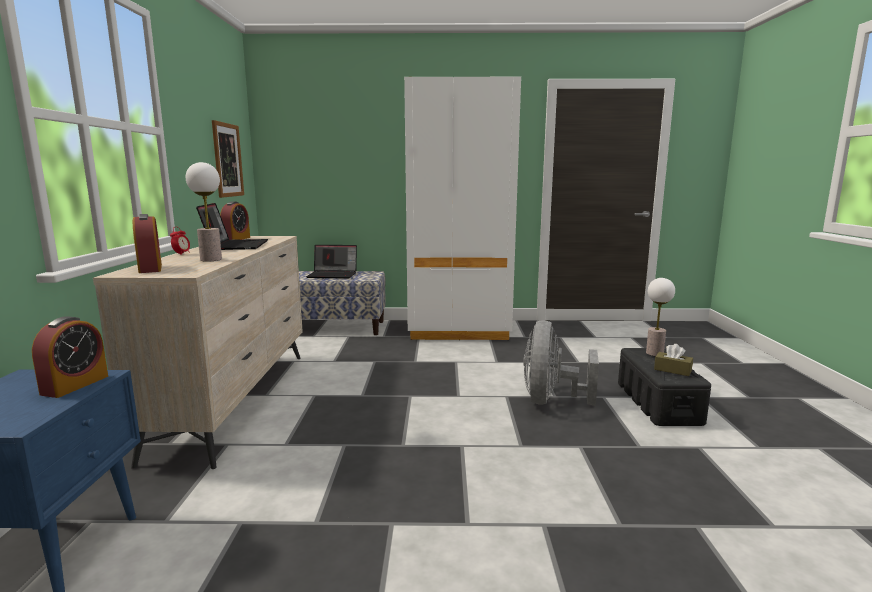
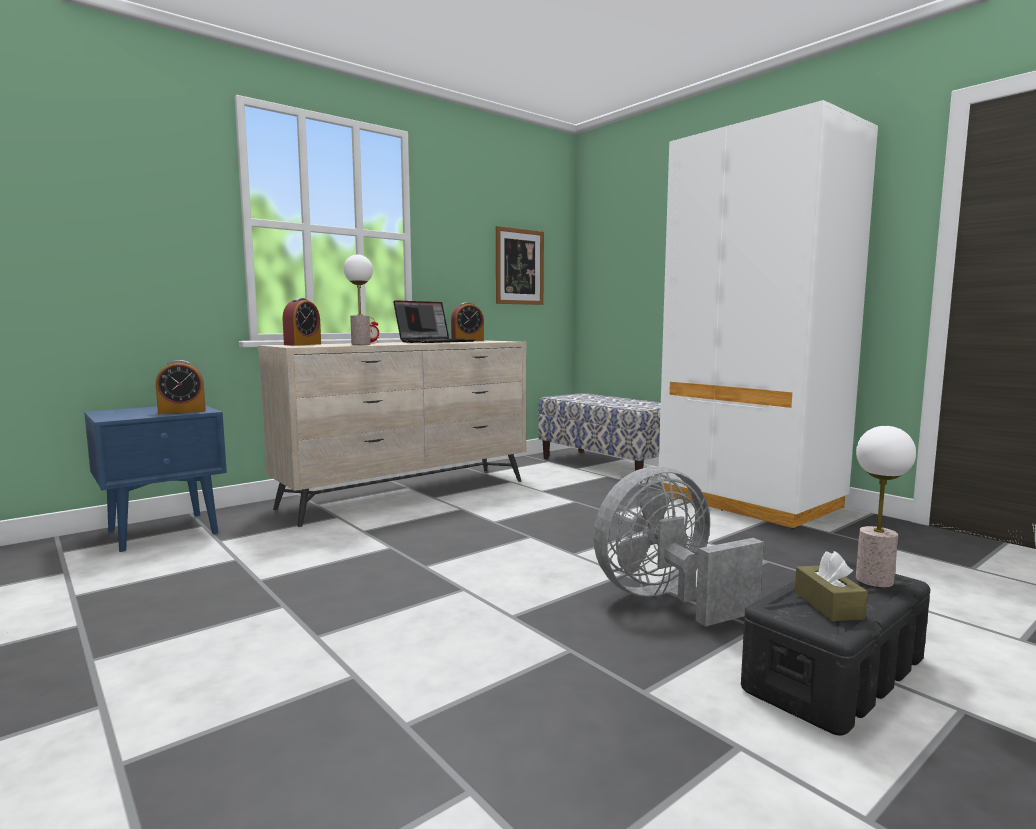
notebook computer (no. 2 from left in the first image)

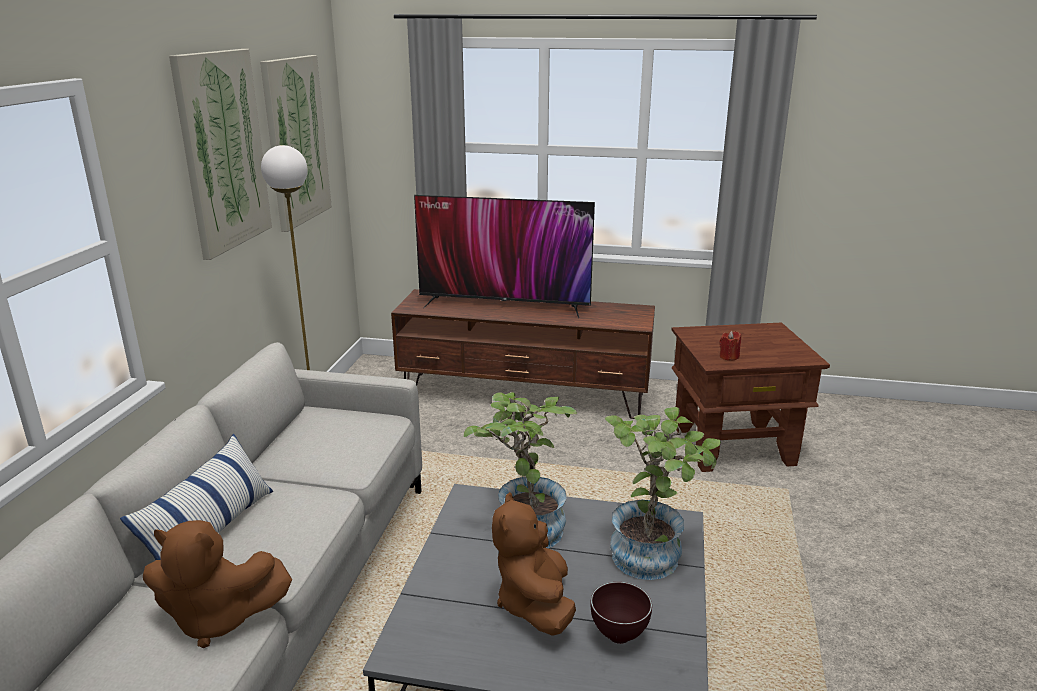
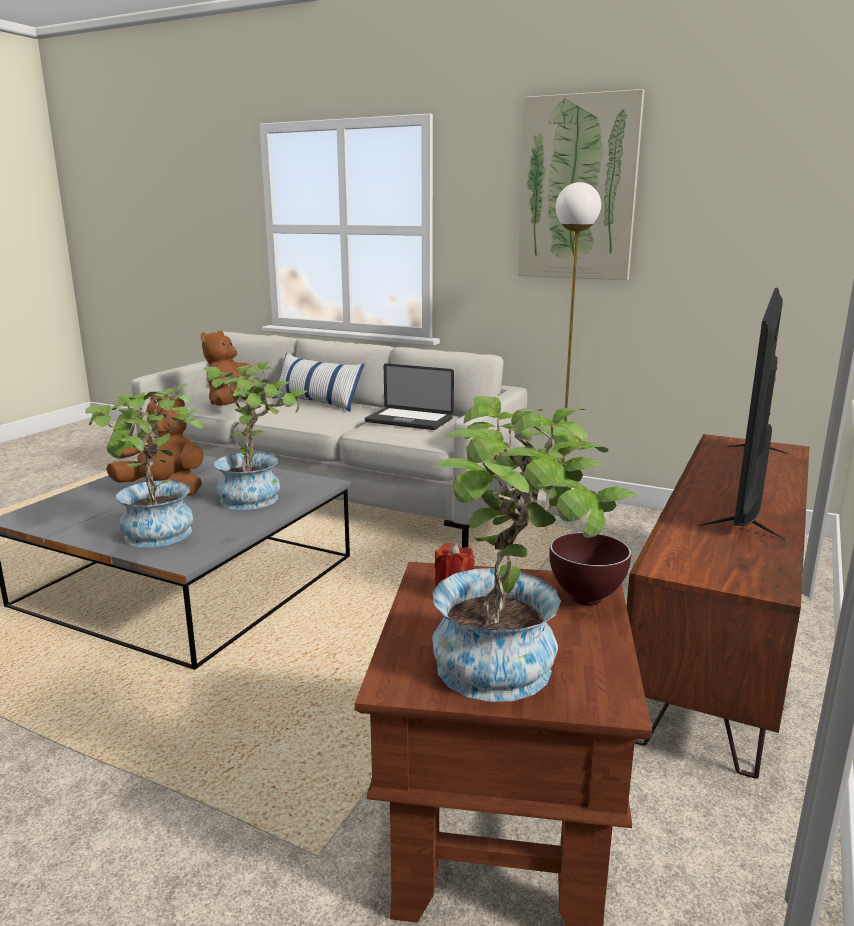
wall art (no. 2 from left in the first image)
brown bowl
notebook computer
plant in a pot (no. 3 from left)

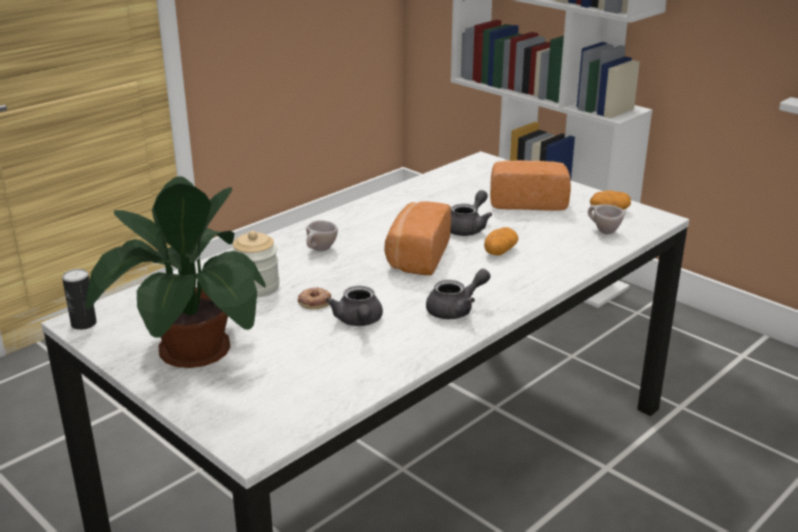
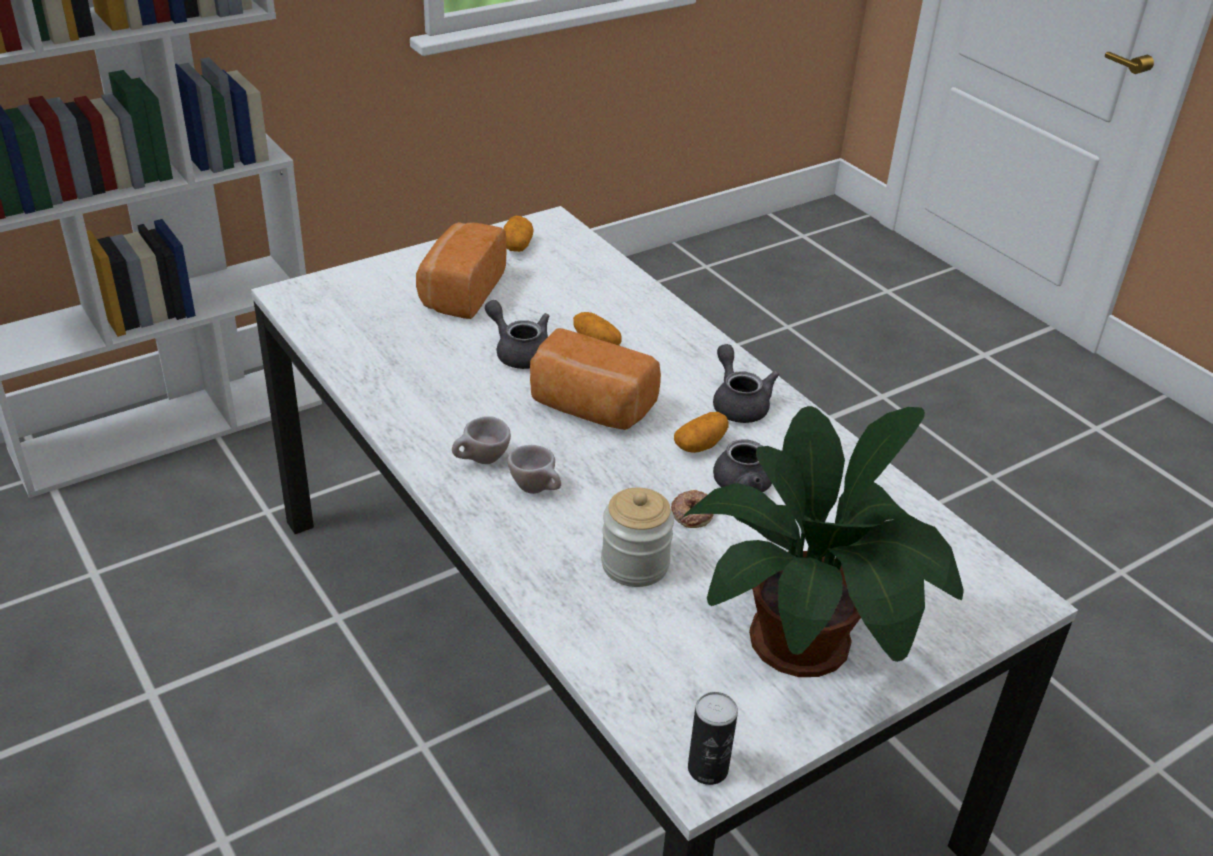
beige-coloured drinking cup (no. 1 from left)
whole potato (no. 3 from left)

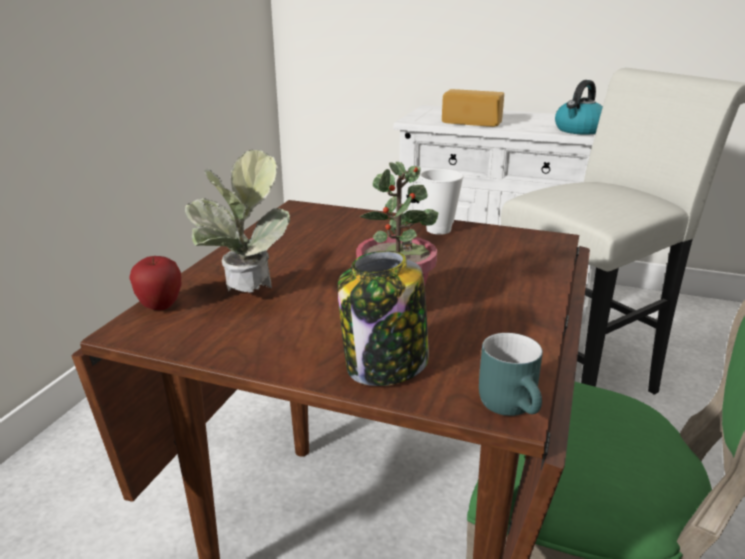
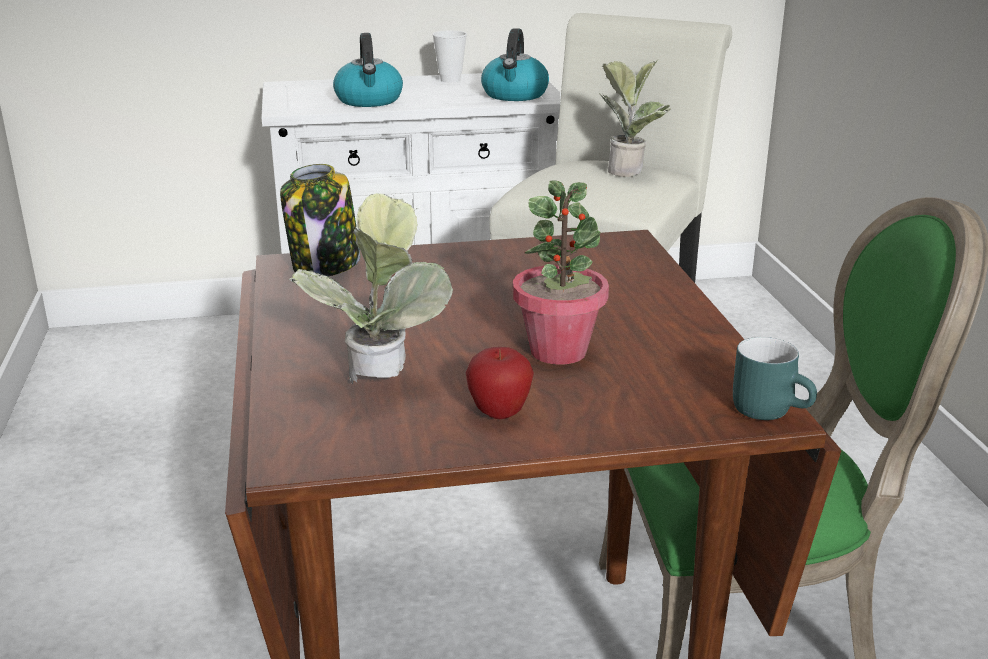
kettle (no. 1 from left)
drinking cup
jar
apple fruit
plant in a pot (no. 3 from left)

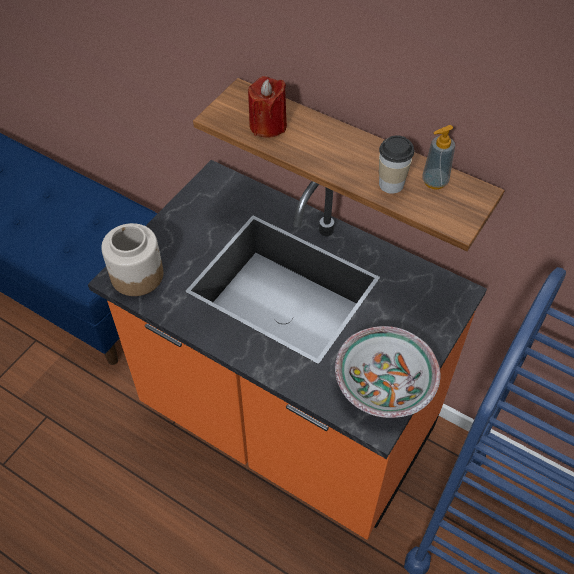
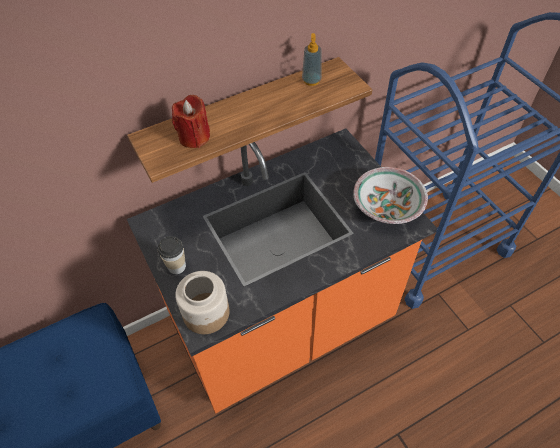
drinking cup

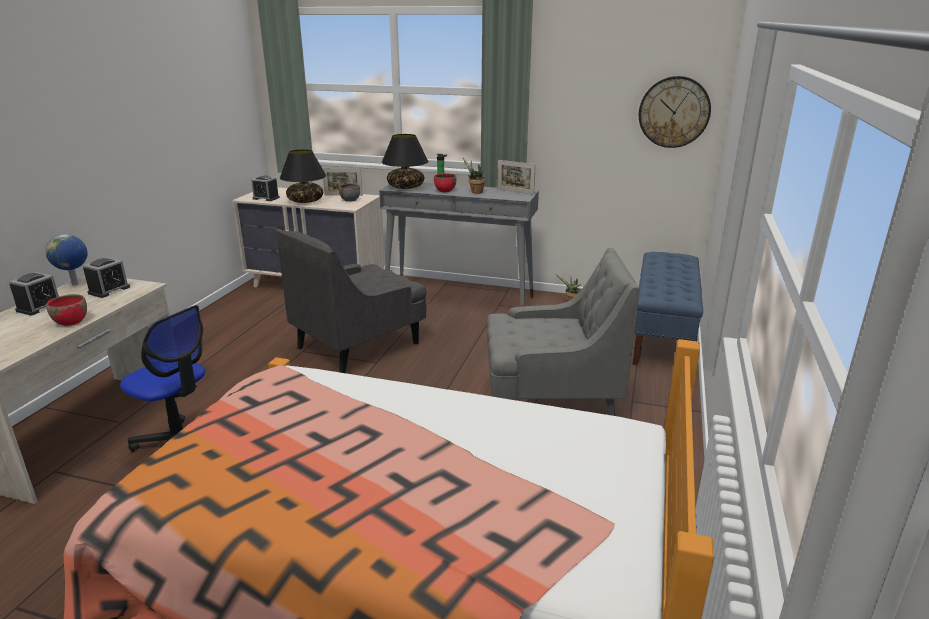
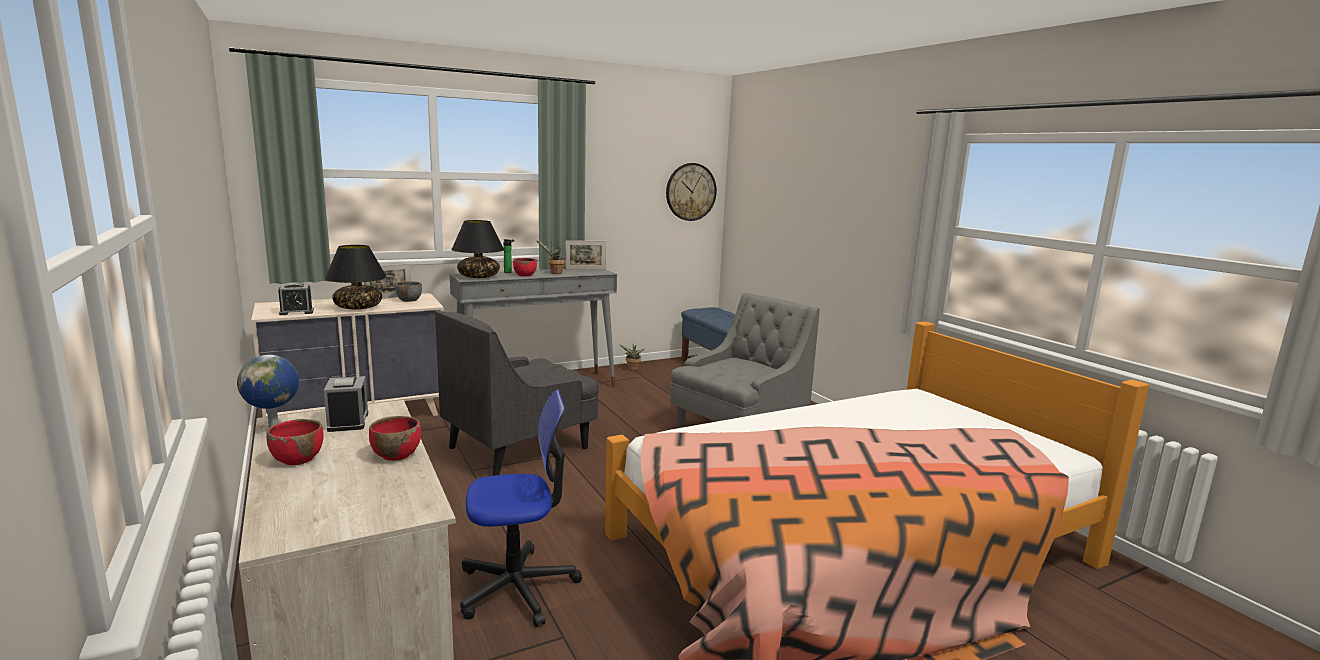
grey armchair (no. 1 from left)
red-coloured bowl (no. 1 from left)

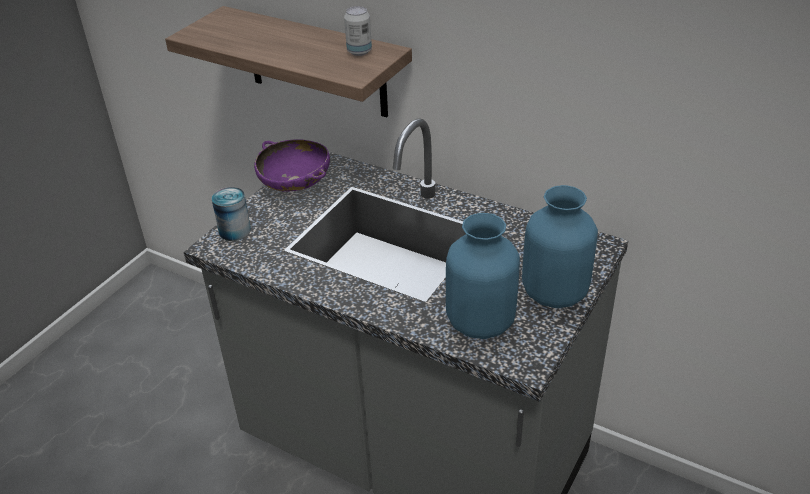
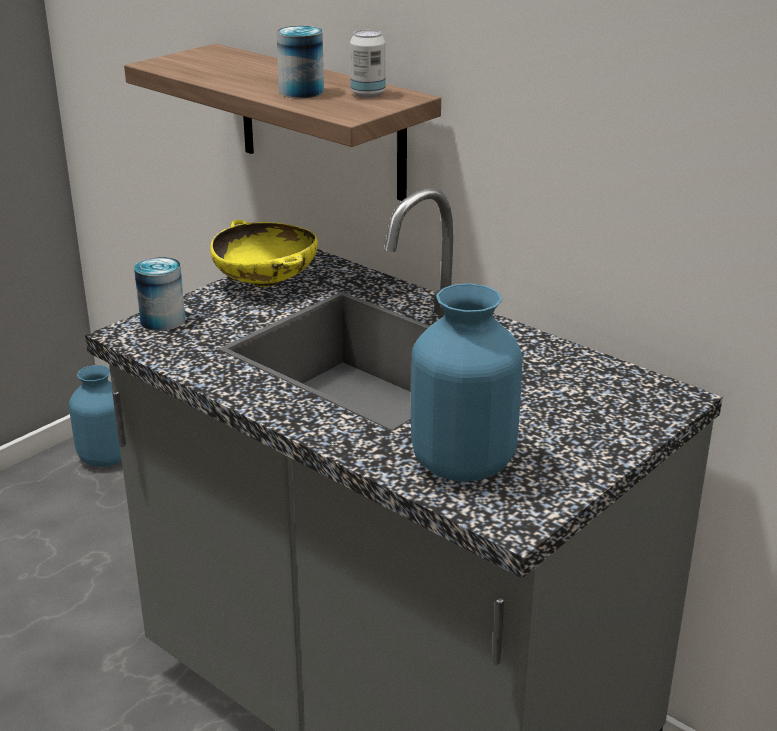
yellowish bowl
bluish vase (no. 1 from left)
sealed can (no. 2 from left)

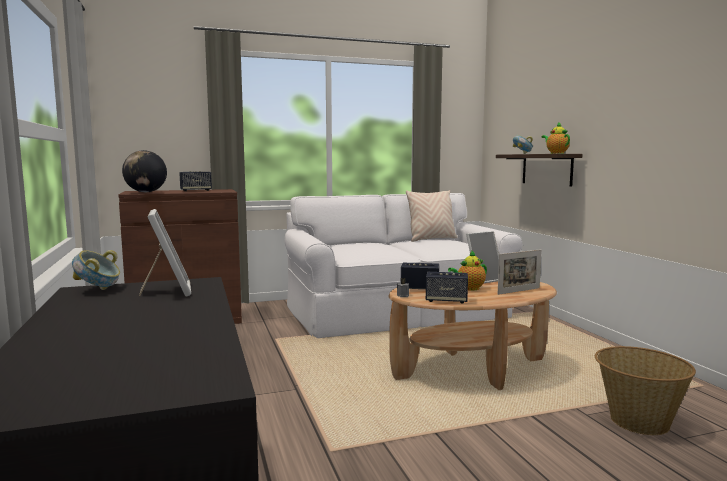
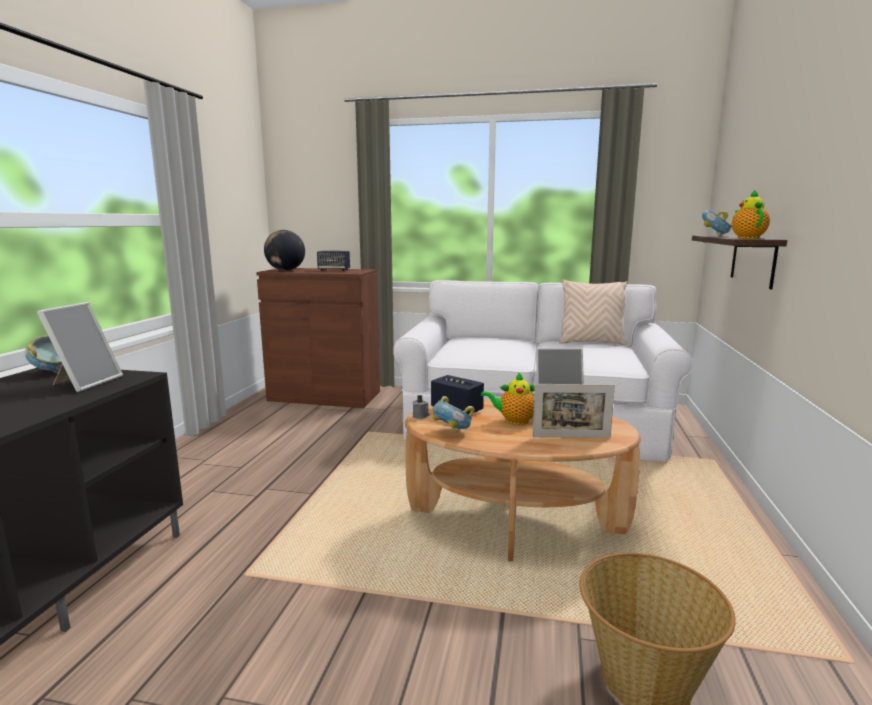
bowl (no. 2 from left)

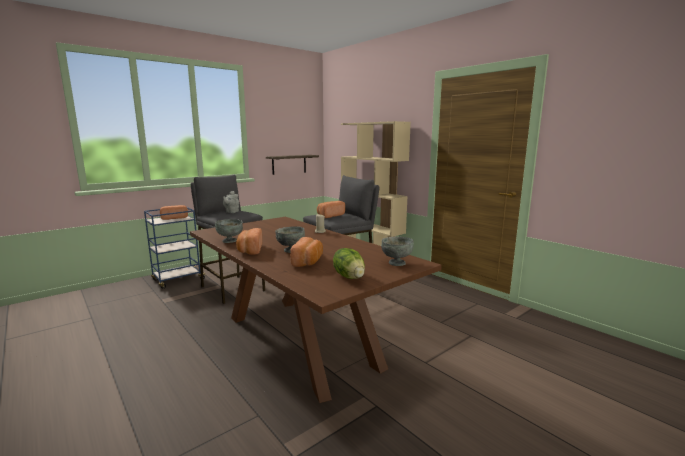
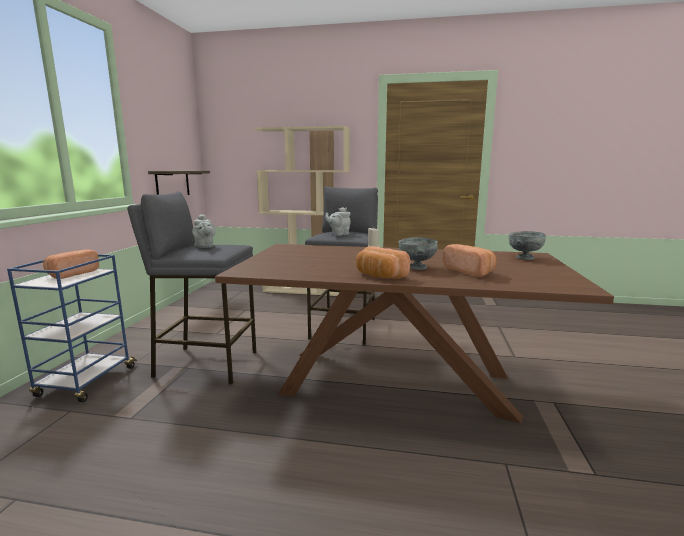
grey pot for tea (no. 2 from left)
grey bowl (no. 1 from left in the first image)
lettuce

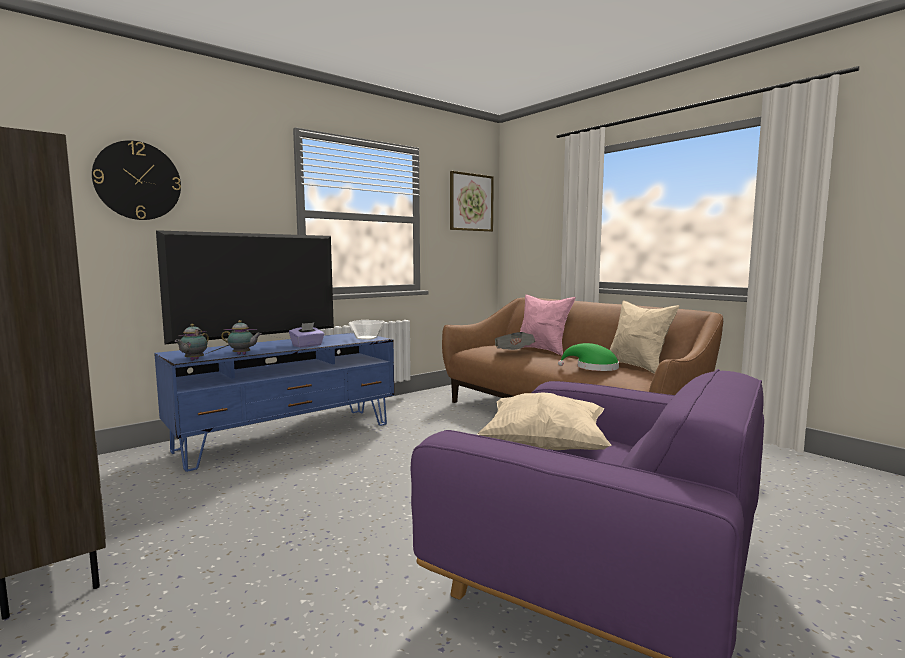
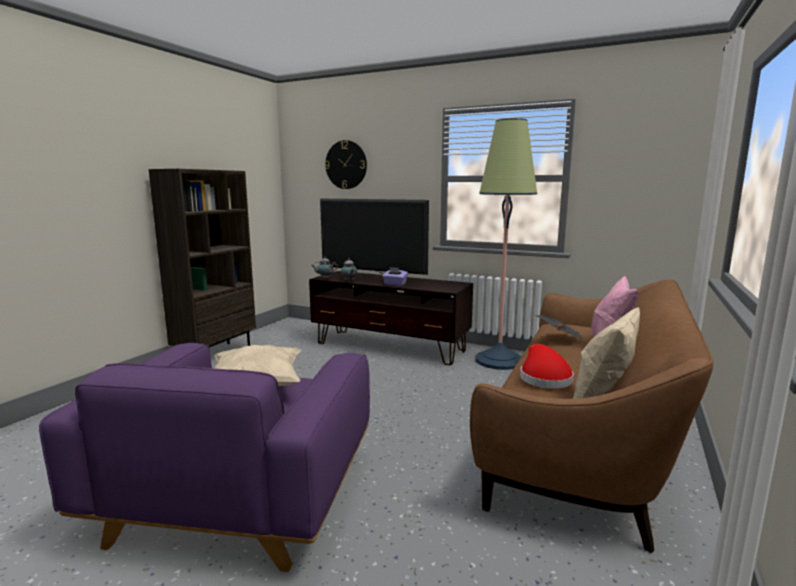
wall art
bowl
brown tv stand
red-coloured hat
floor lamp

